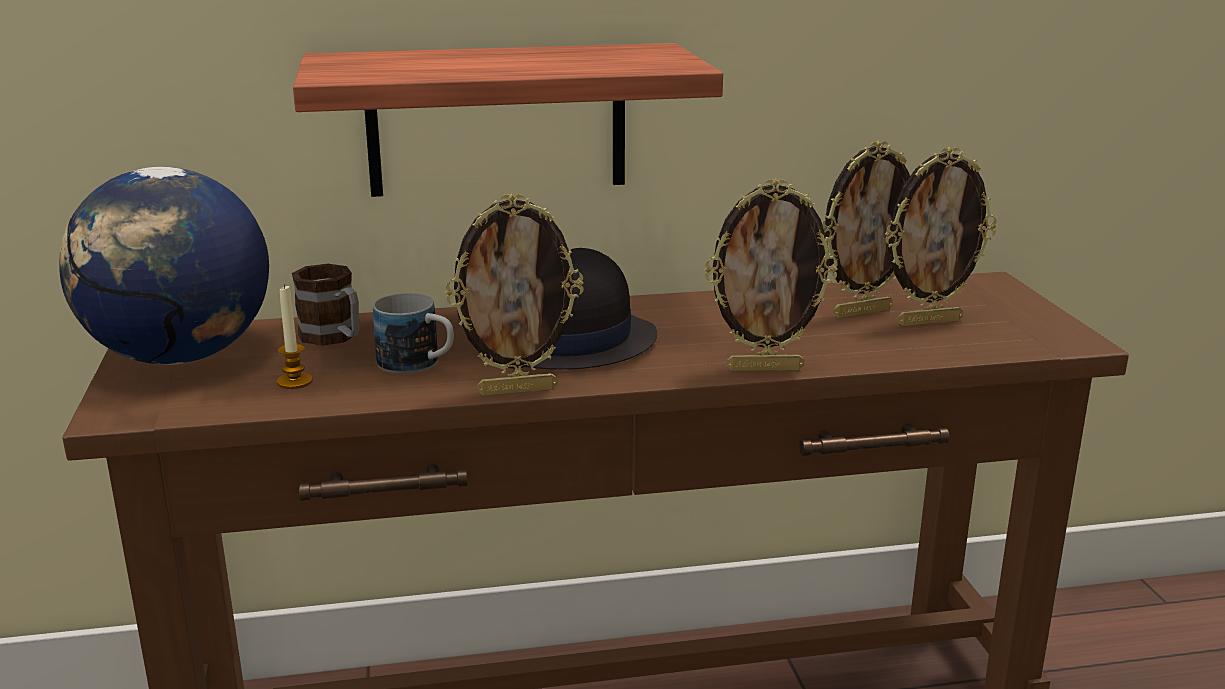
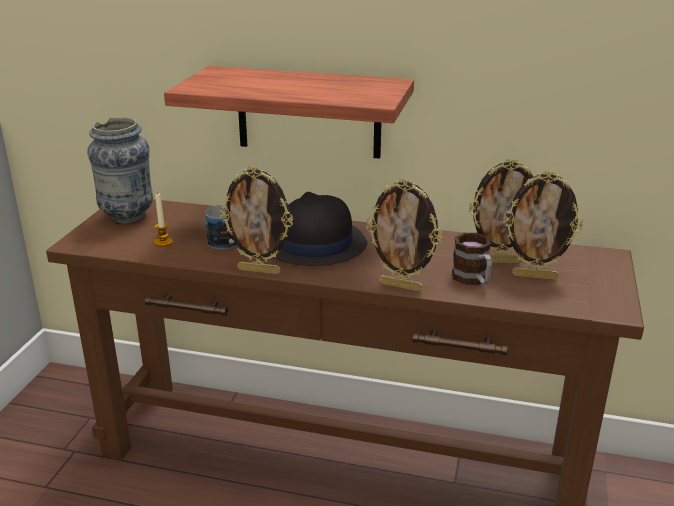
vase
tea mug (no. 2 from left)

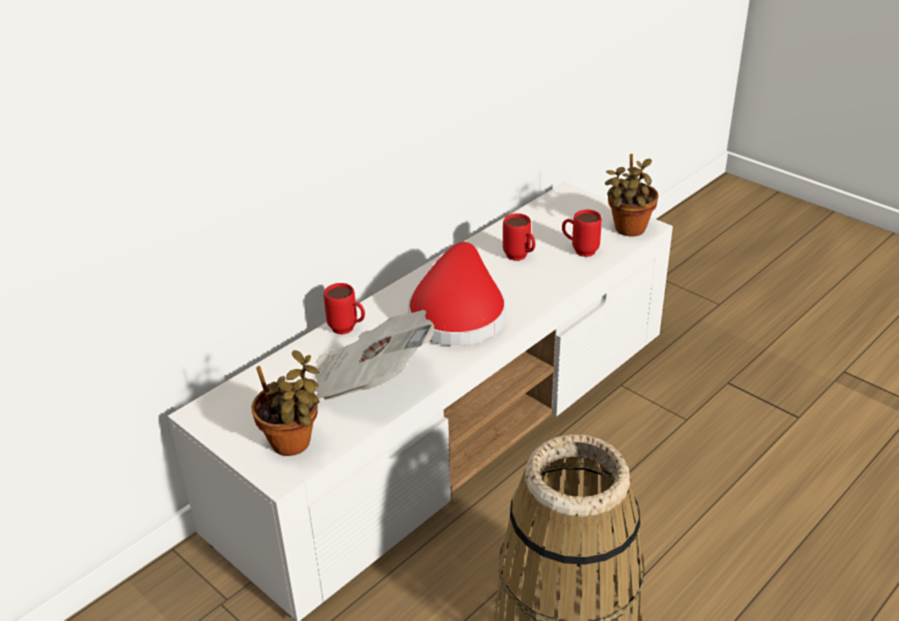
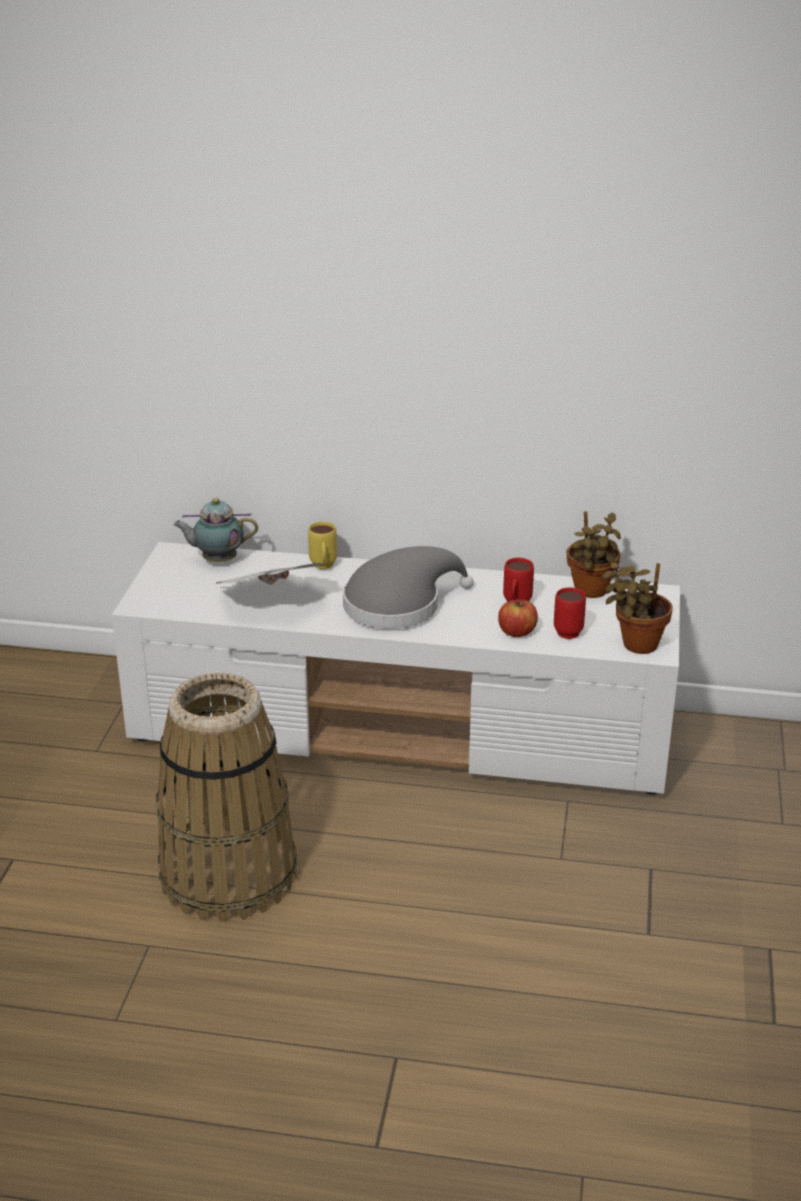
grey hat
yellowish tea mug
plant in a pot (no. 1 from left)
pot for tea
apple fruit

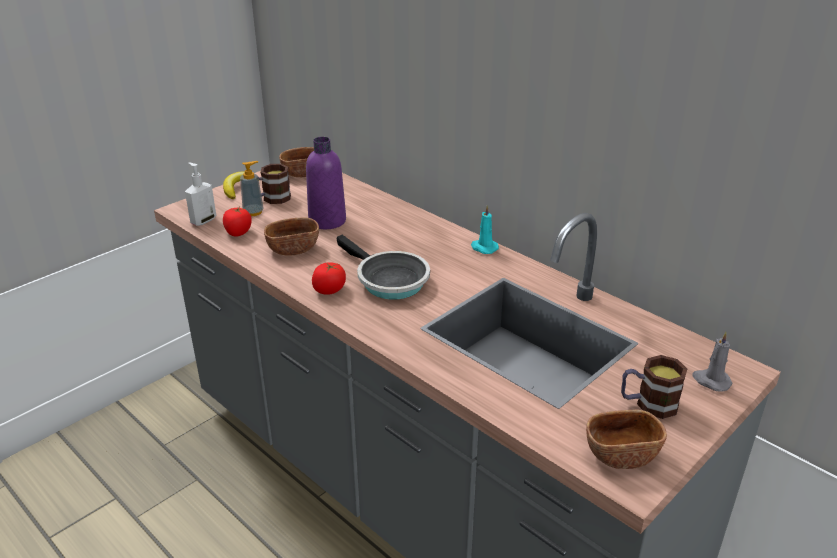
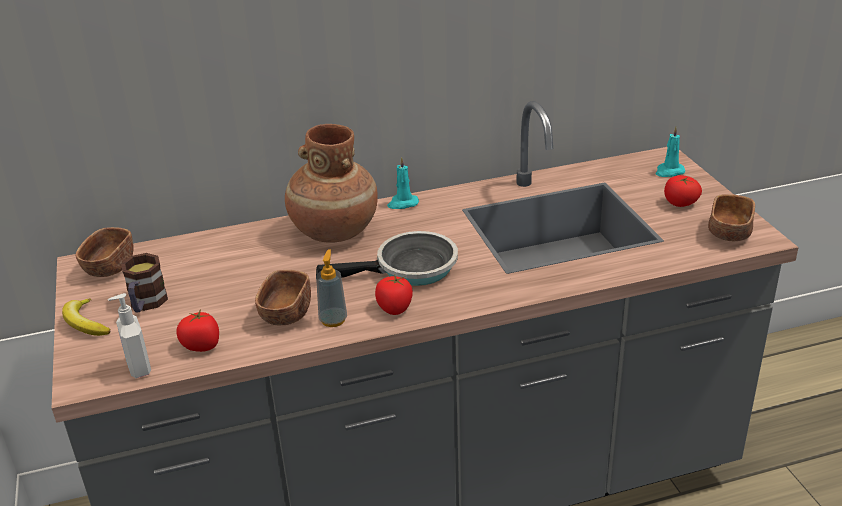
purplish beverage bottle
liquid soap bottle (no. 2 from left)
turquoise-coloured wax candle (no. 2 from left)
fresh tomato (no. 3 from left)
brown vase

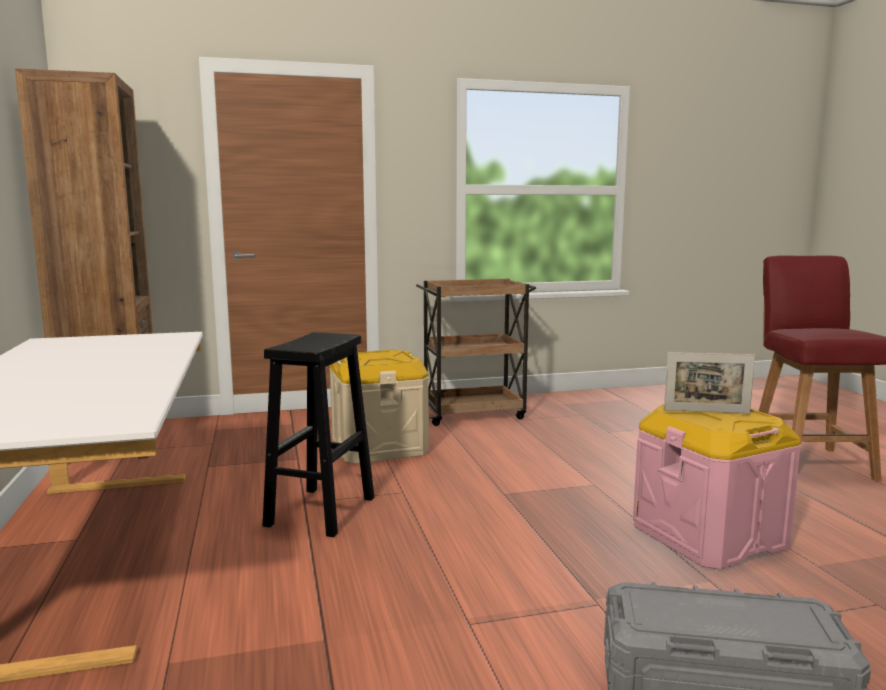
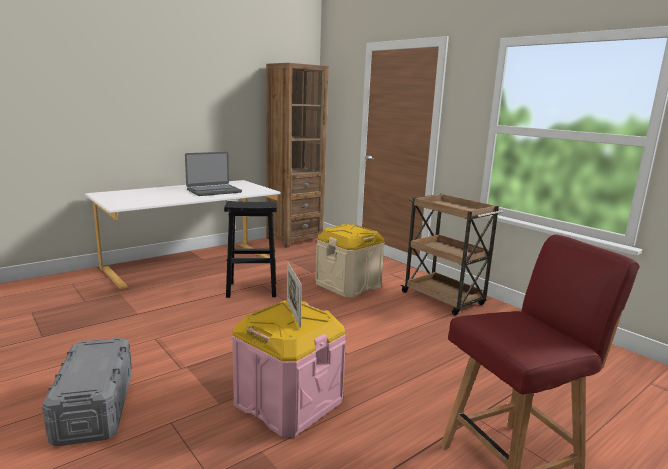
notebook computer

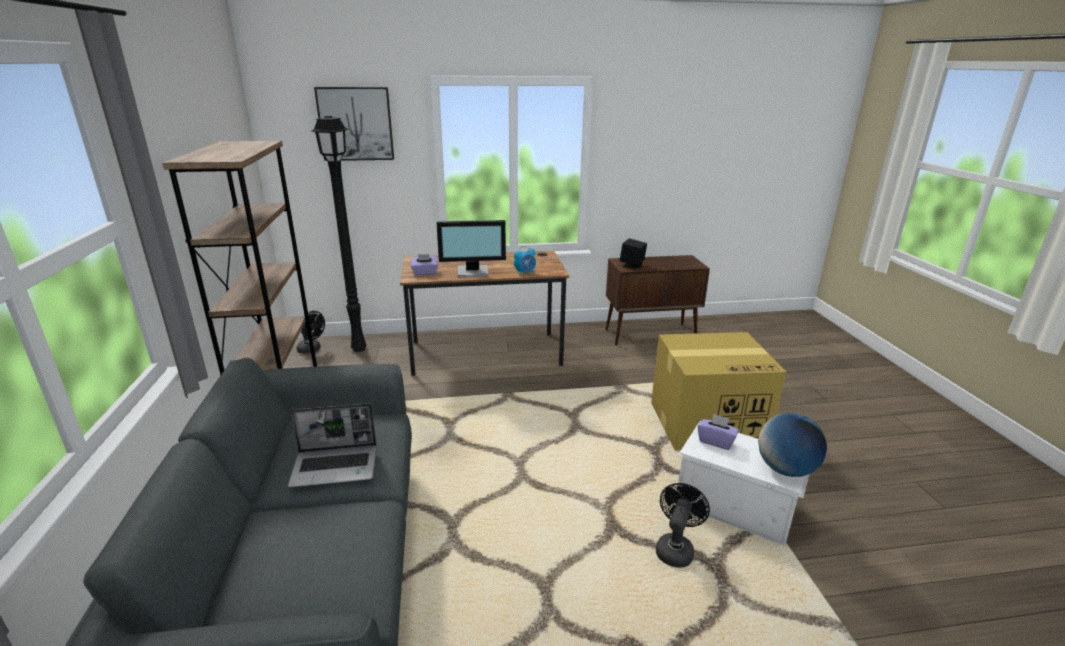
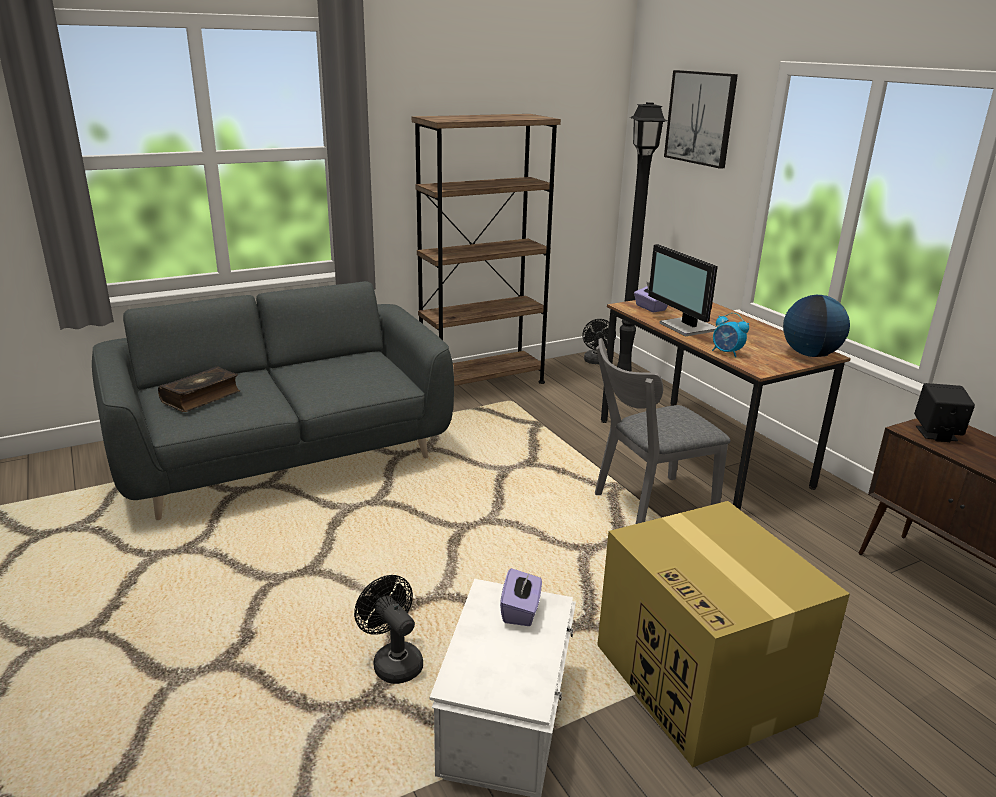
notebook computer
world globe
black electric fan (no. 1 from left)
grey plain chair
bound book

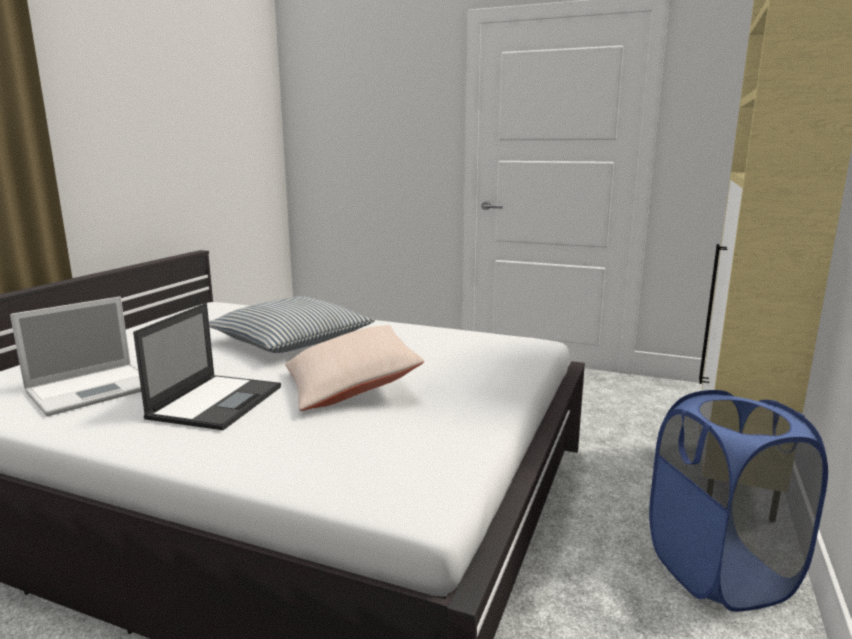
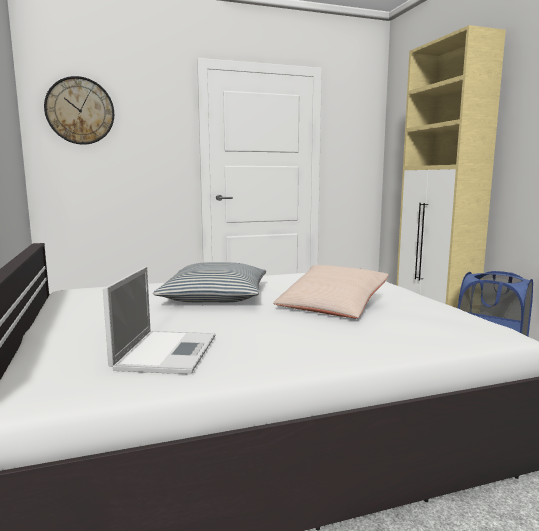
notebook computer (no. 2 from left in the first image)
wall clock

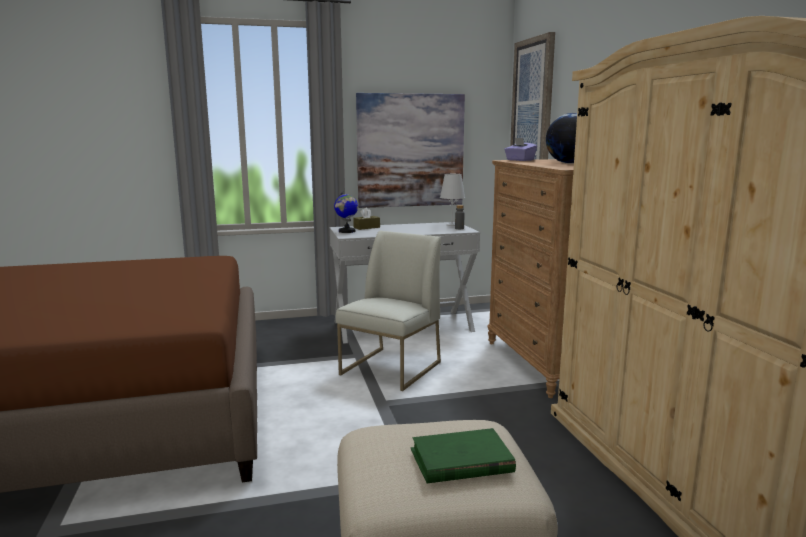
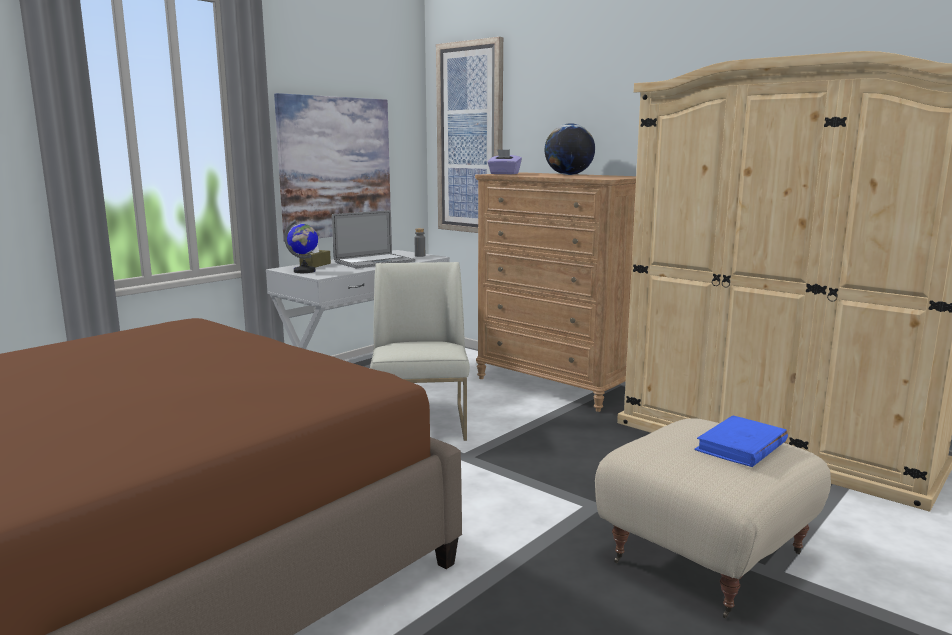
white-coloured table lamp
bluish bound book
notebook computer

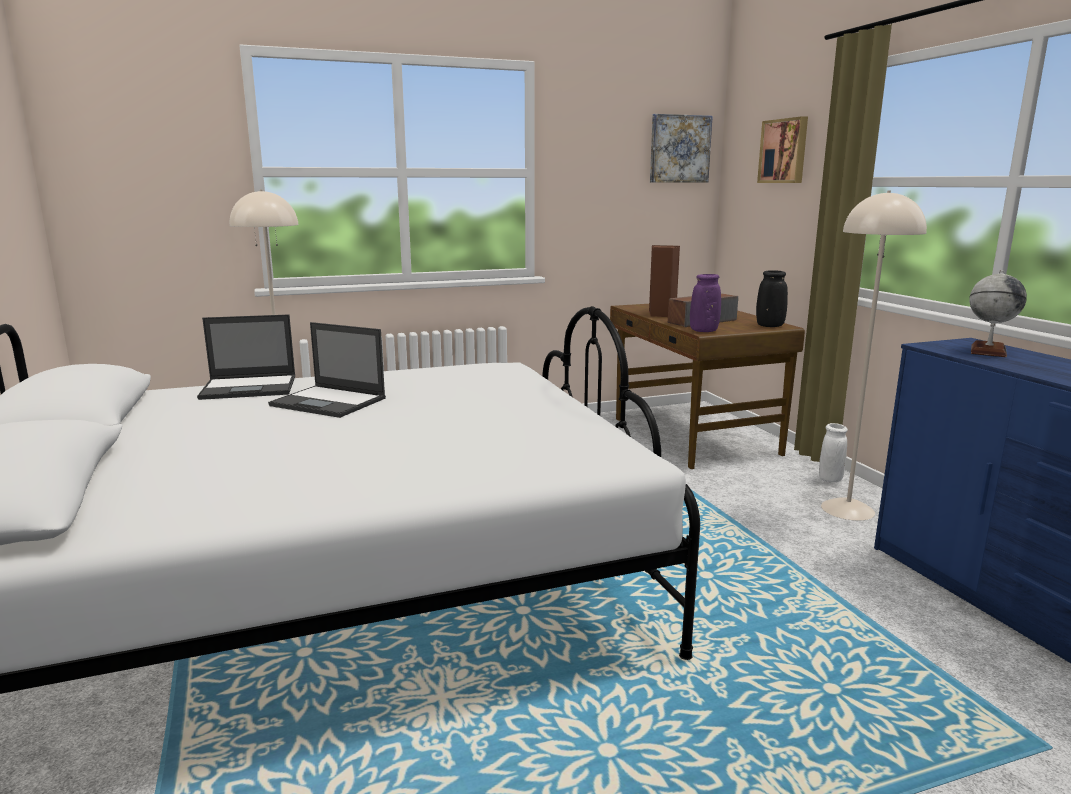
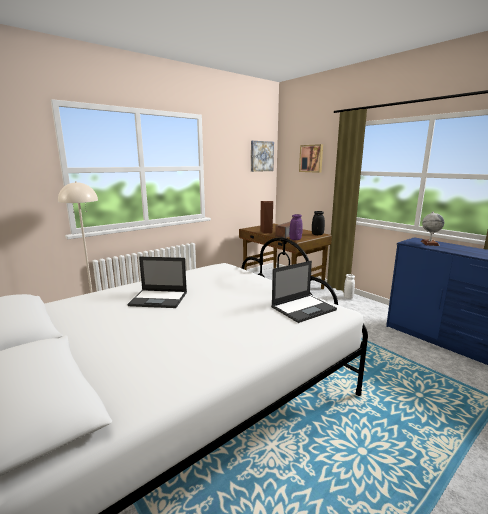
beige-coloured floor lamp (no. 2 from left in the first image)
notebook computer (no. 2 from left)

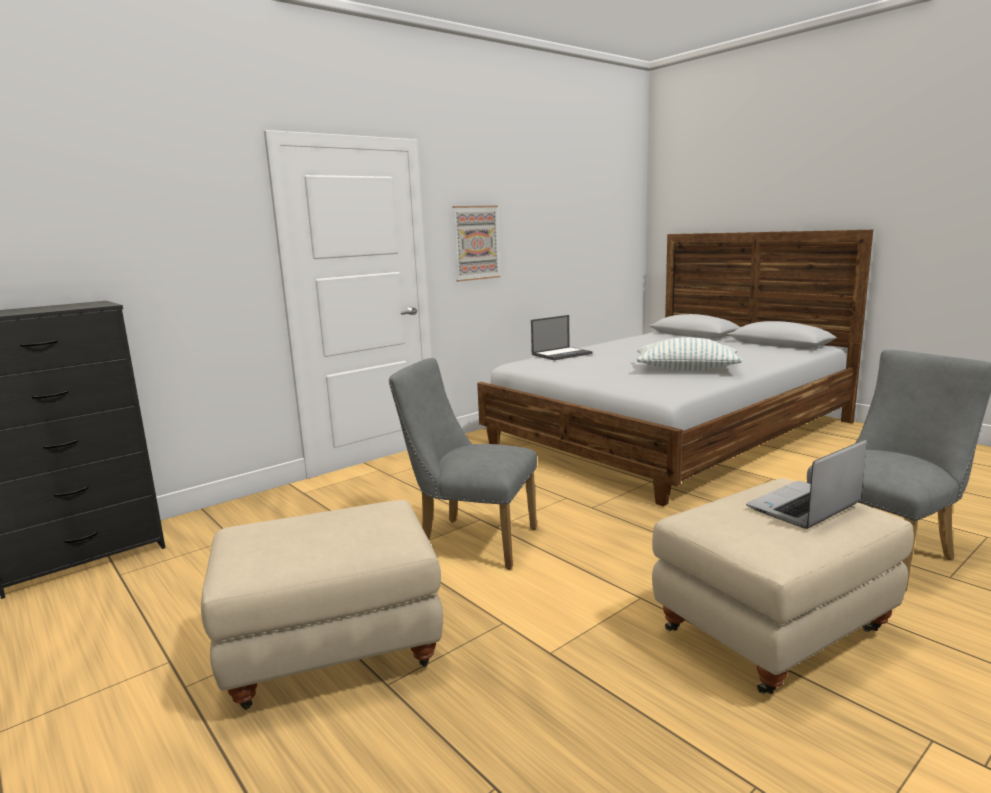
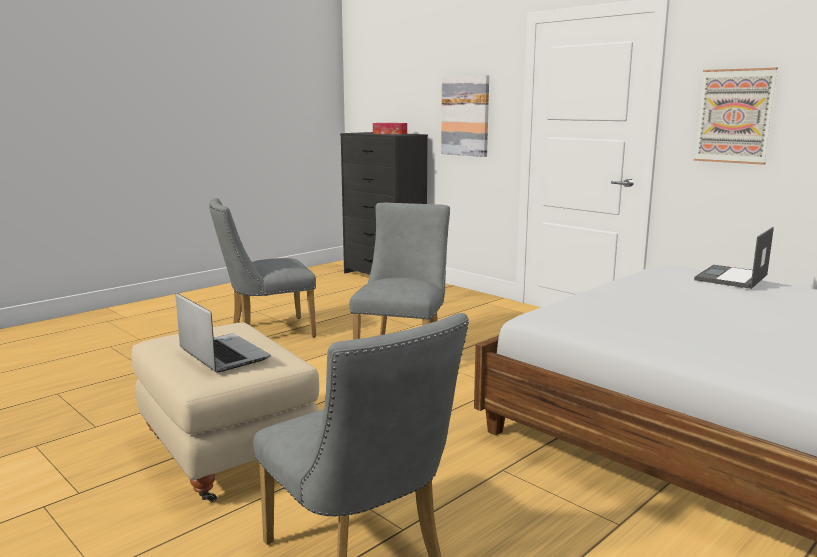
notebook computer (no. 2 from left)
throw pillow
grey plain chair (no. 1 from left)
wall art (no. 1 from left)
tissue holder

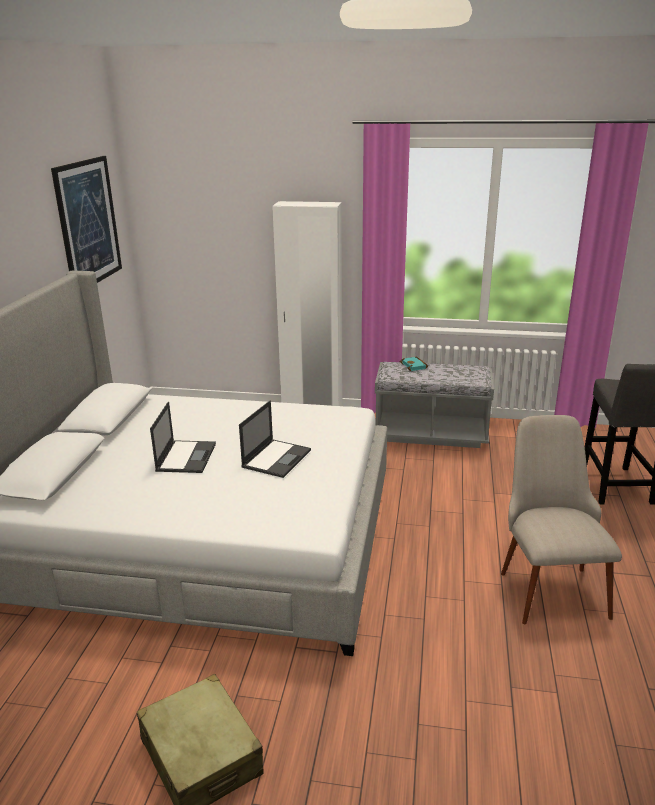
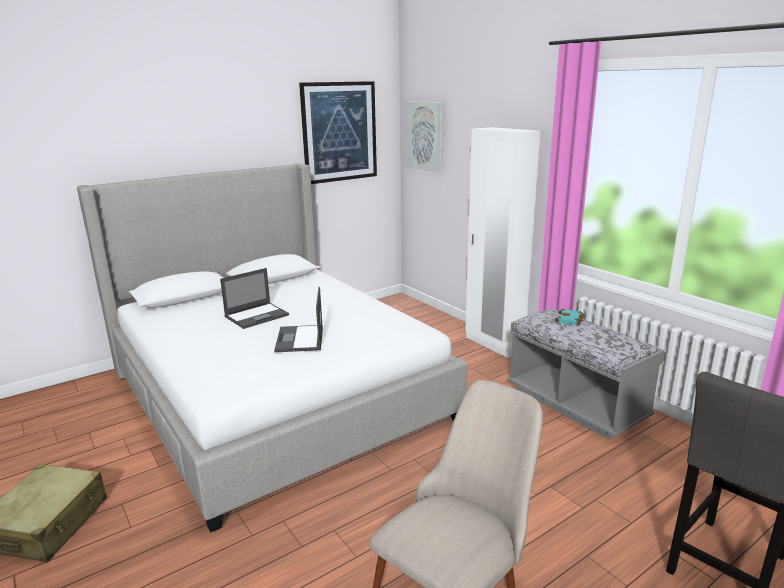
notebook computer (no. 2 from left)
wall art (no. 2 from left)

